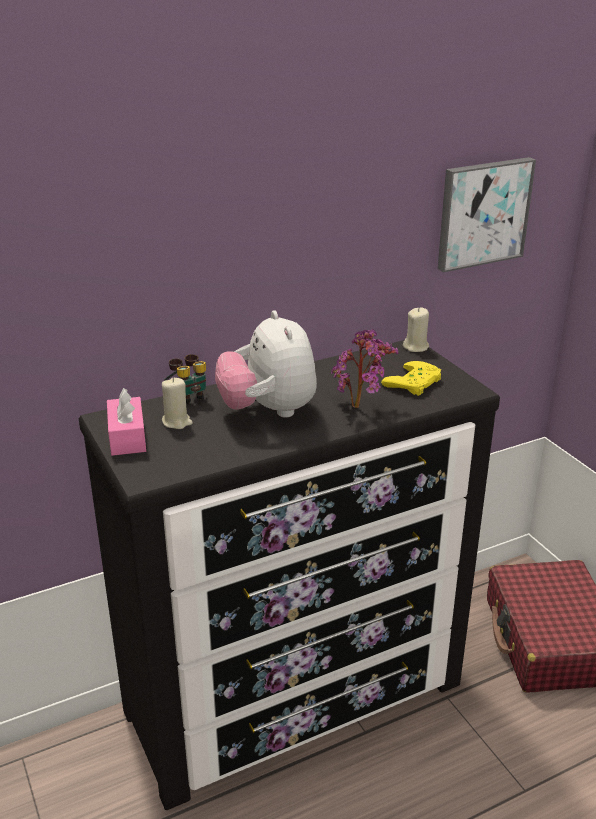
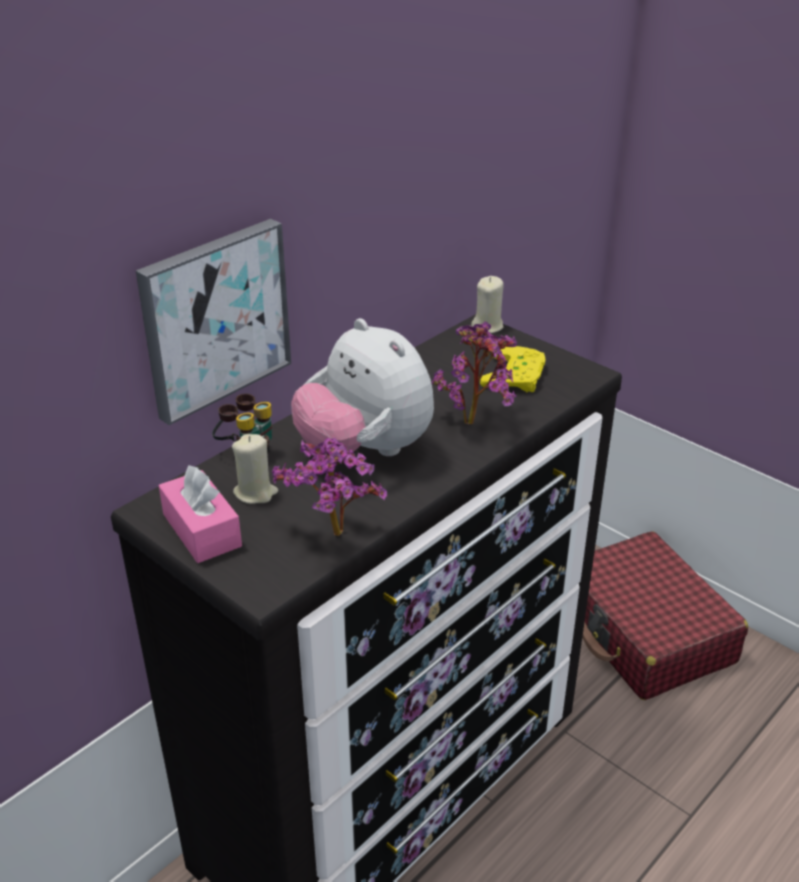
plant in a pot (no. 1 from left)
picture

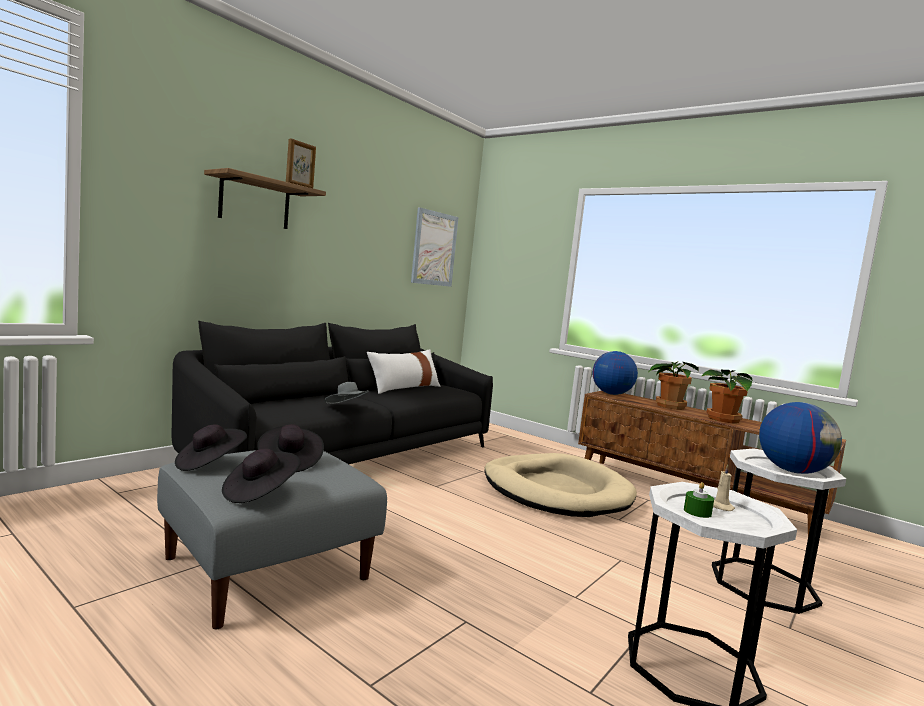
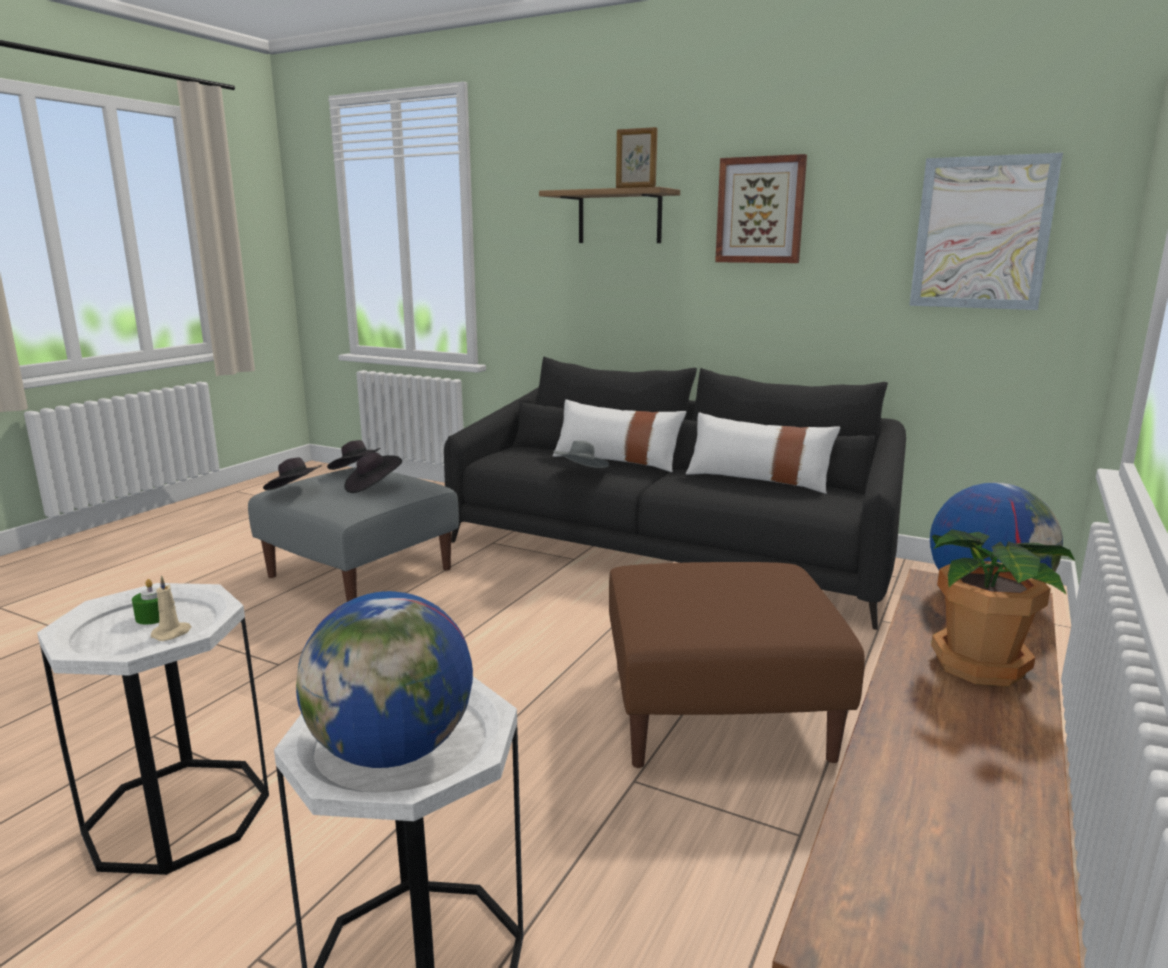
plant in a pot (no. 2 from left in the first image)
white throw pillow (no. 1 from left)
picture (no. 1 from left)
brown-coloured ottoman

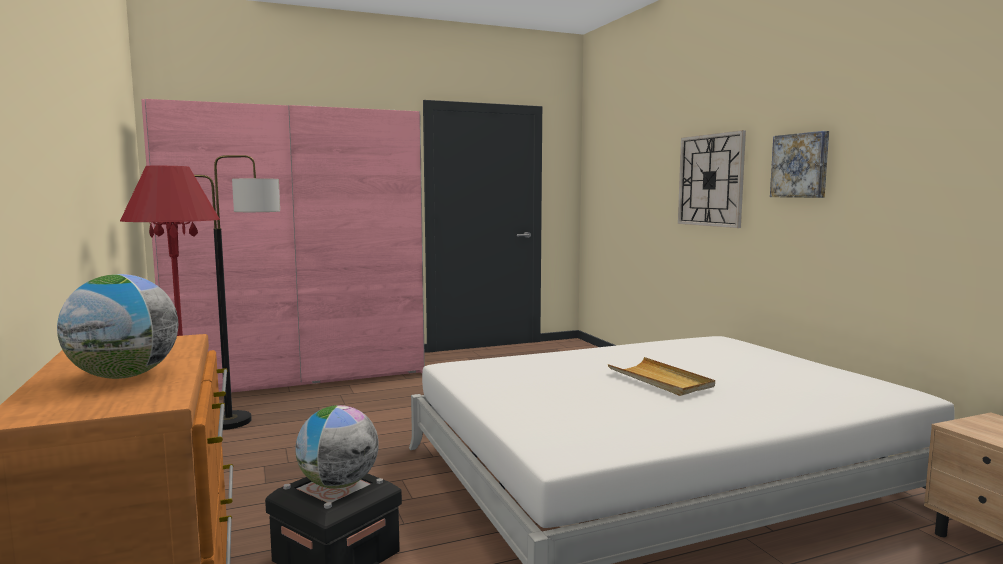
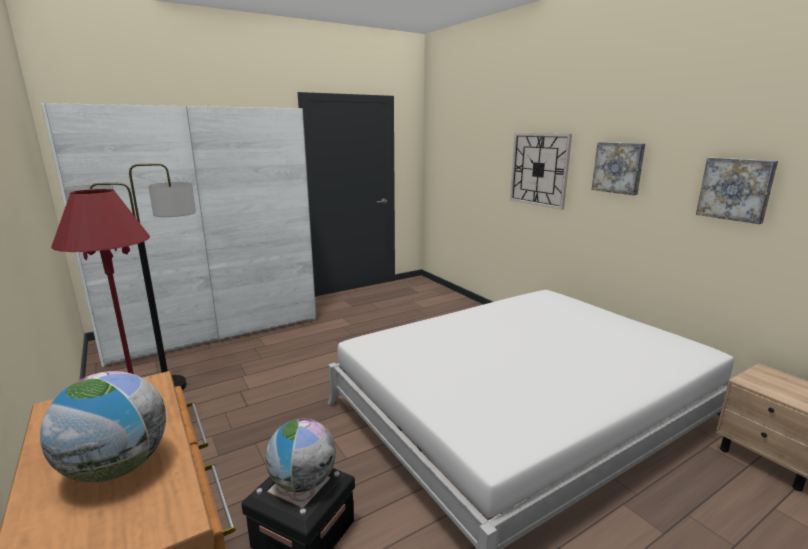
sand-coloured serving tray
picture (no. 2 from left)
white armoire

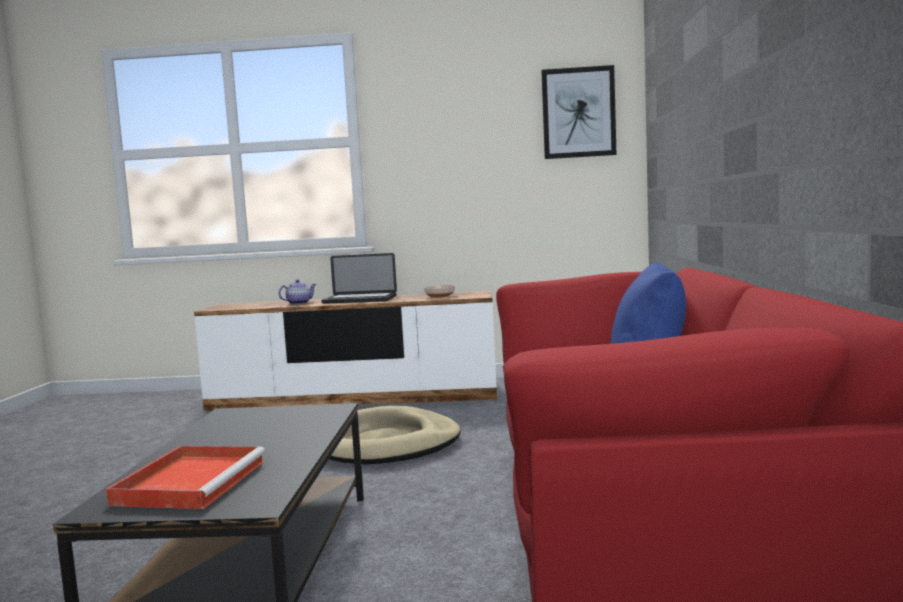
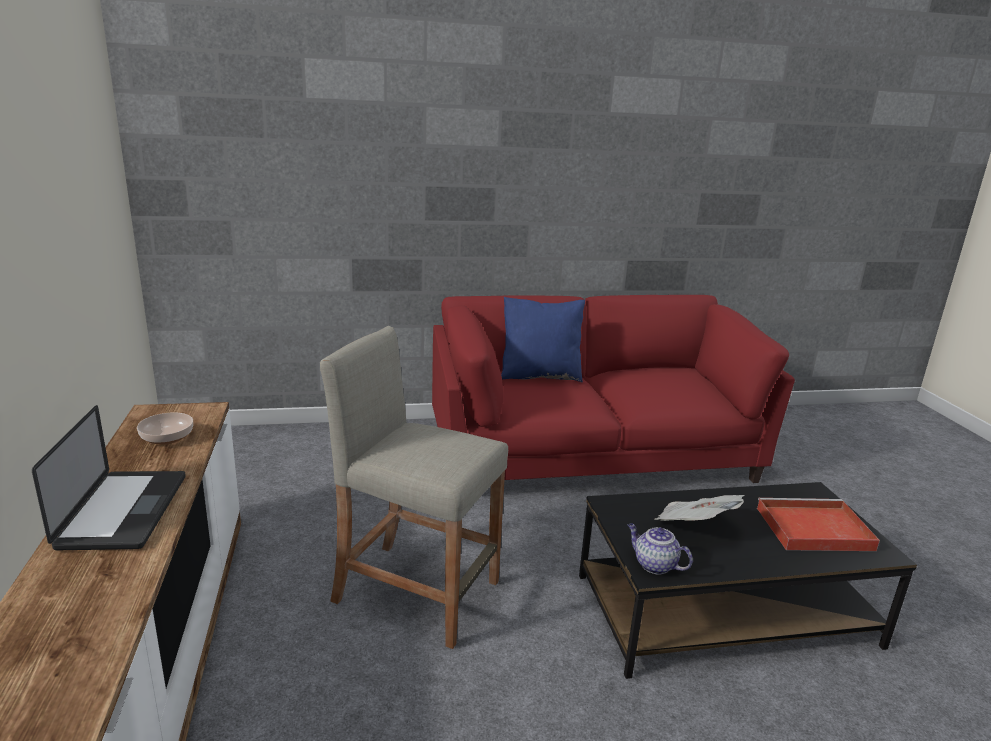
picture
daily paper
pot for tea
sand-coloured stool seat

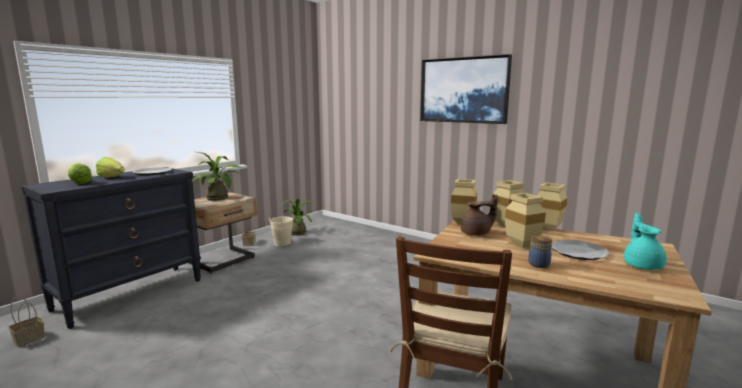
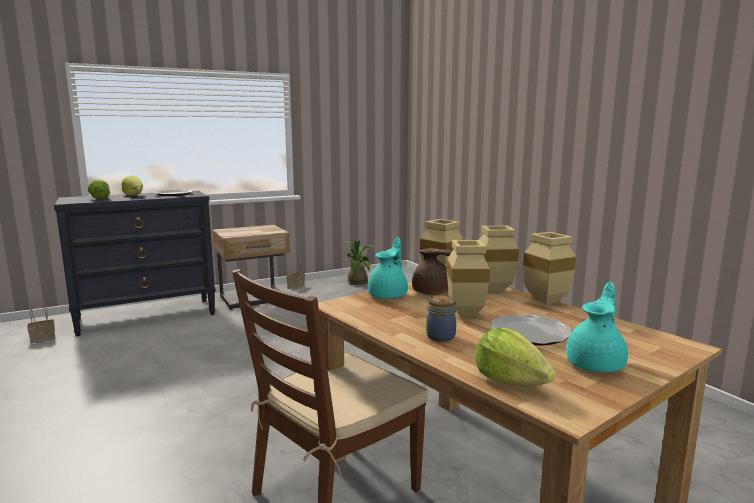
plant in a pot (no. 1 from left in the first image)
sand-coloured water bucket
picture
blue-green pot for tea (no. 1 from left)
lettuce (no. 3 from left)

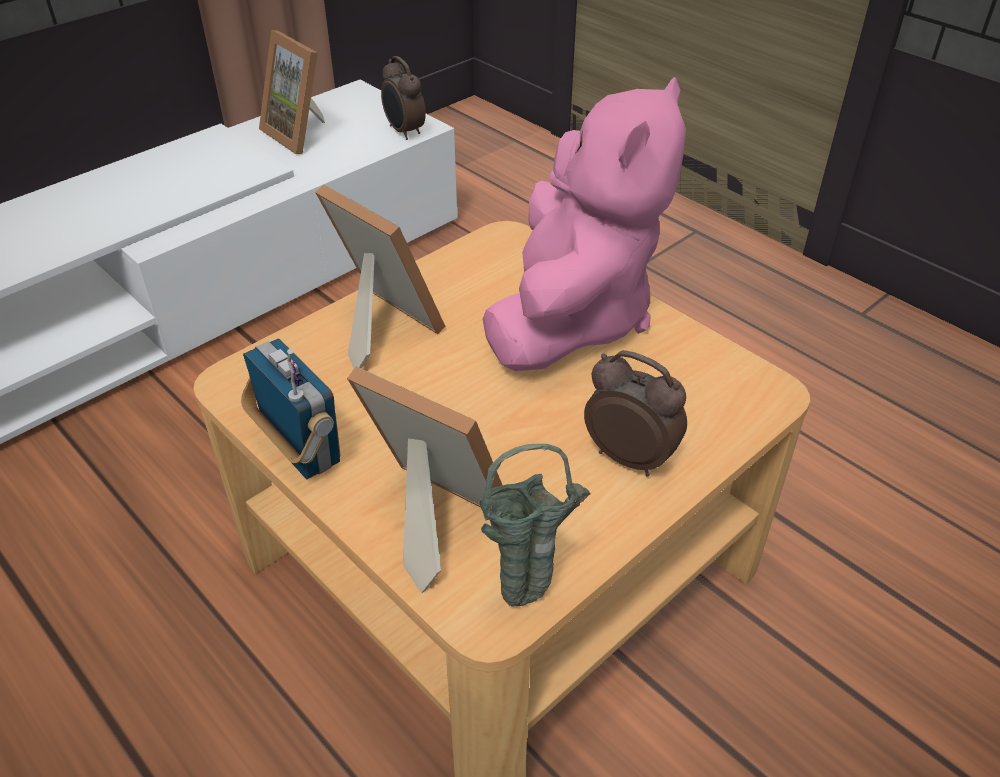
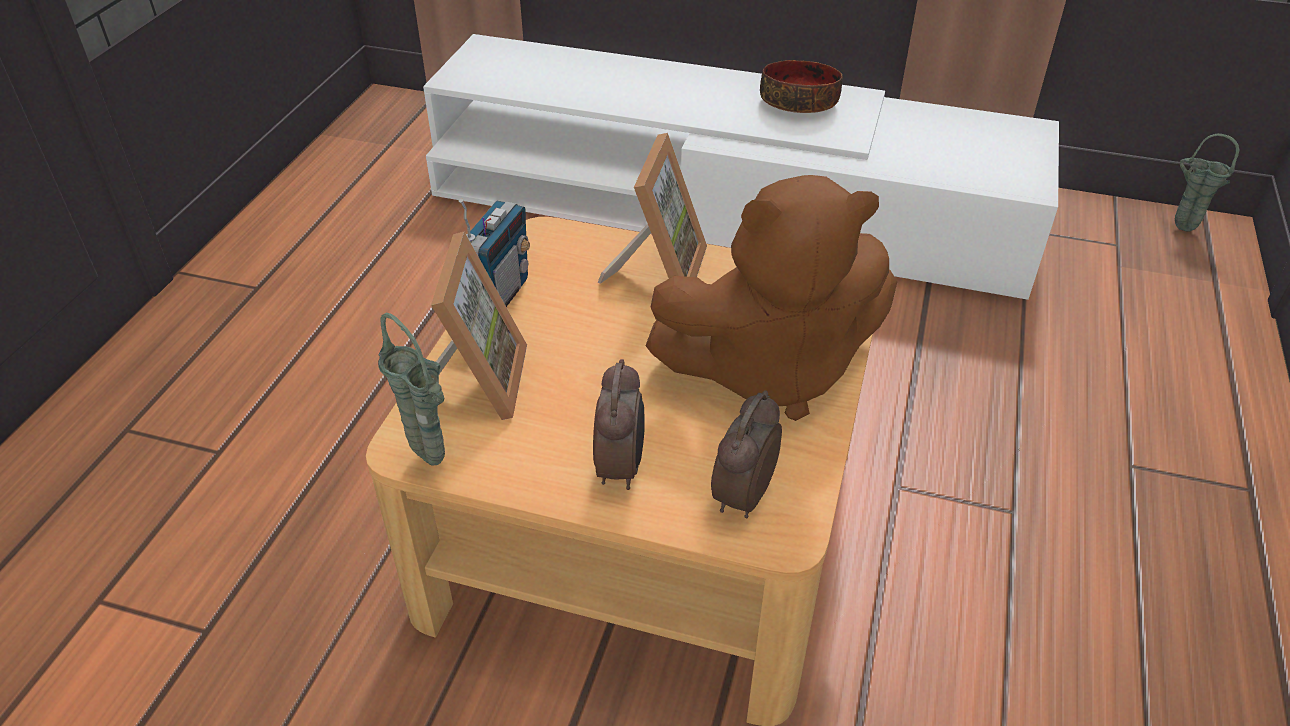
picture frame (no. 1 from left in the first image)
deep dish
green-coloured vase (no. 2 from left)
table clock (no. 2 from left)
brown-coloured soft toy

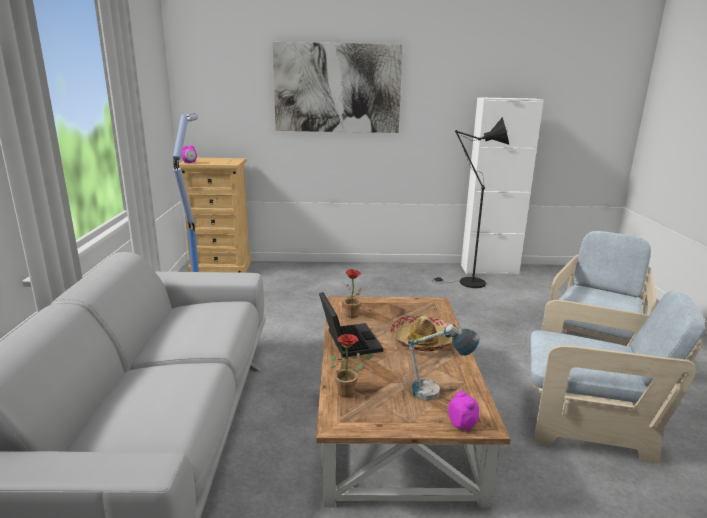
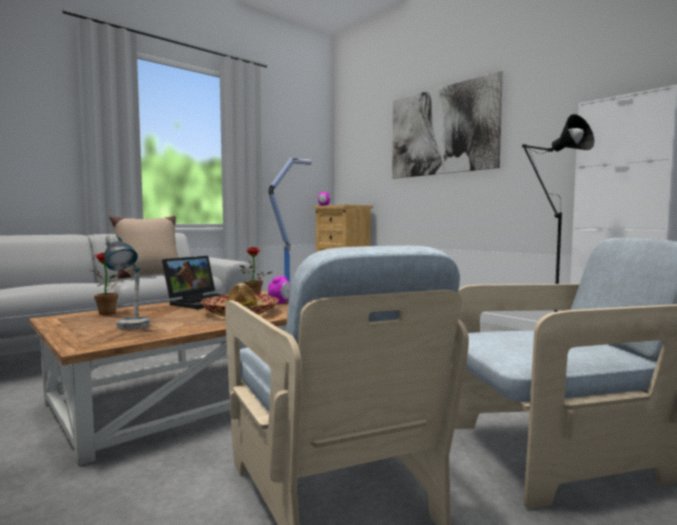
sand-coloured throw pillow
table clock (no. 1 from left)

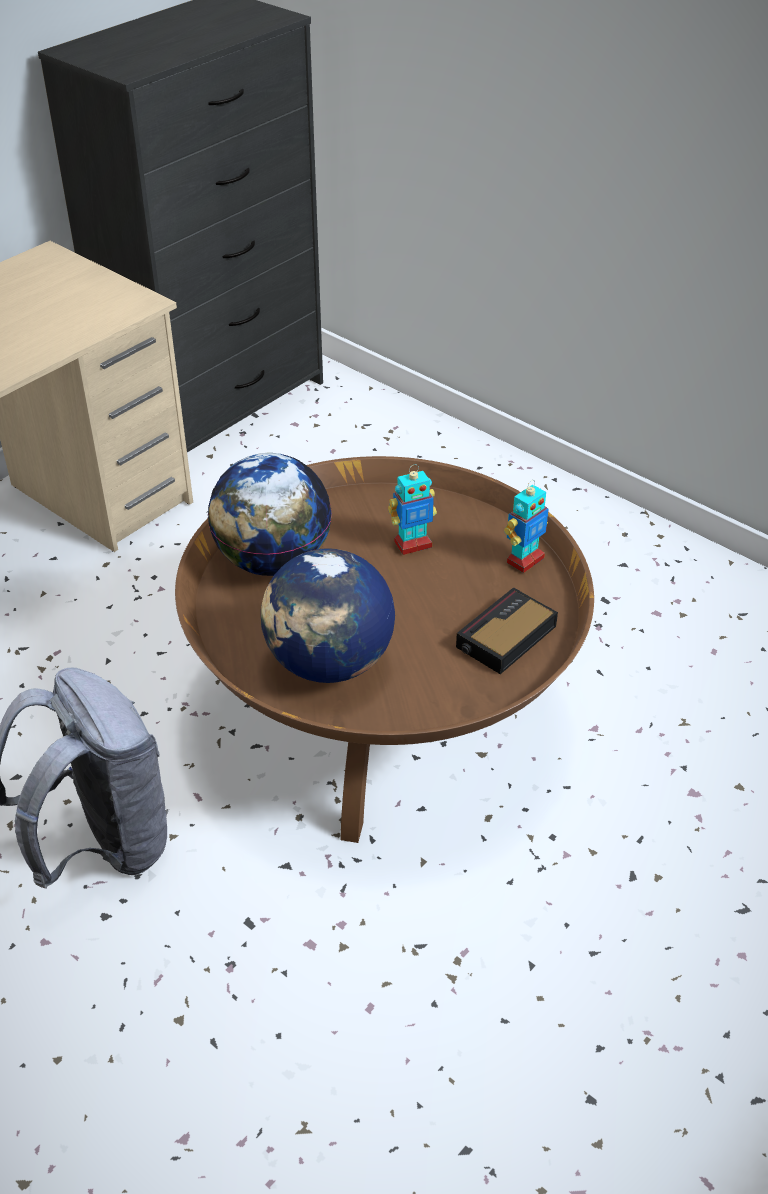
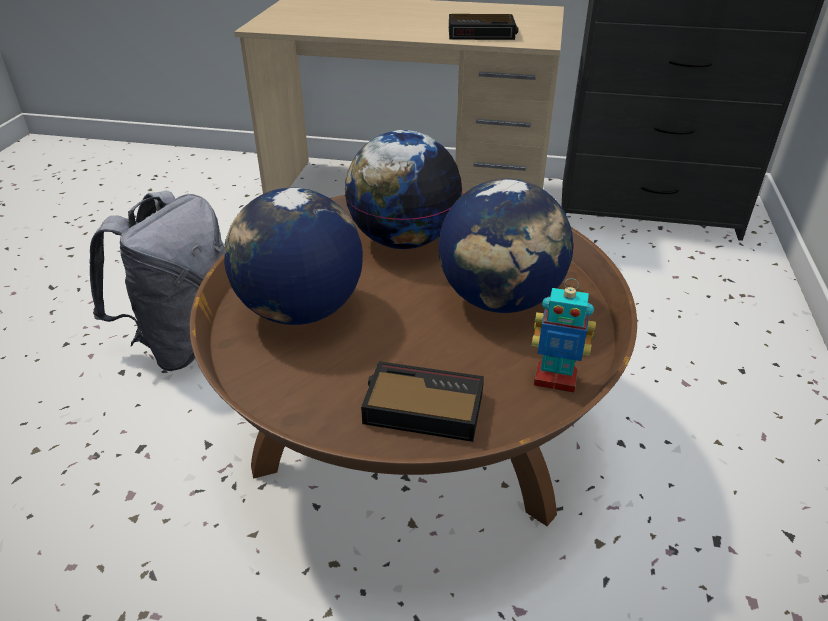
table clock (no. 2 from left)
globe (no. 3 from left)

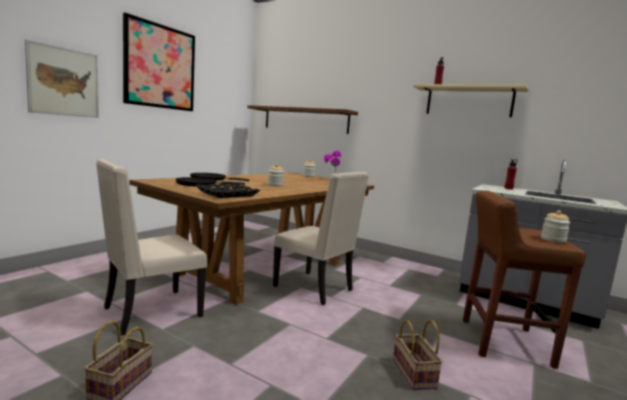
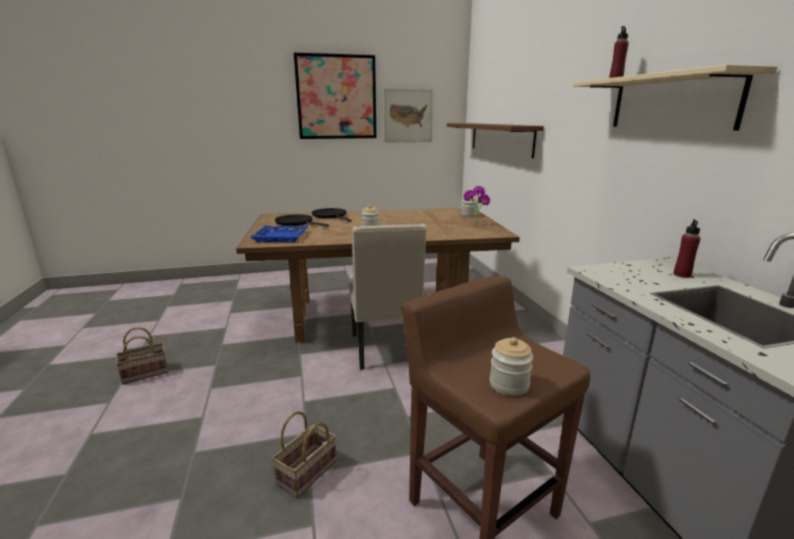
sand-coloured plain chair (no. 1 from left in the first image)
picture (no. 2 from left)
blue serving tray

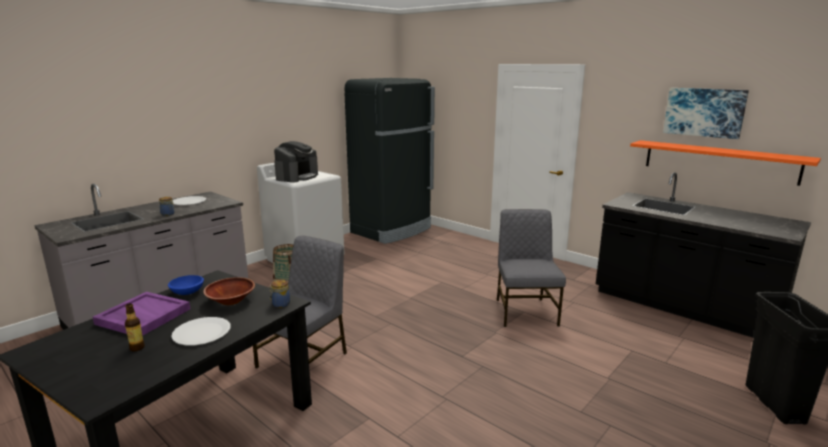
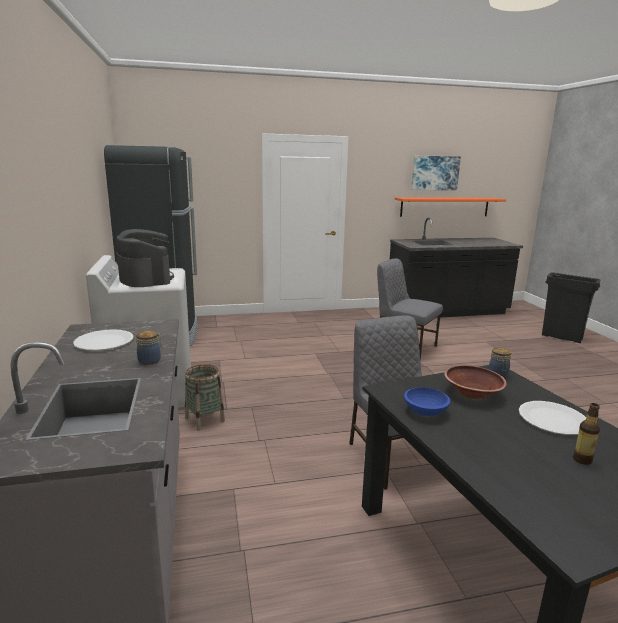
purplish serving tray

